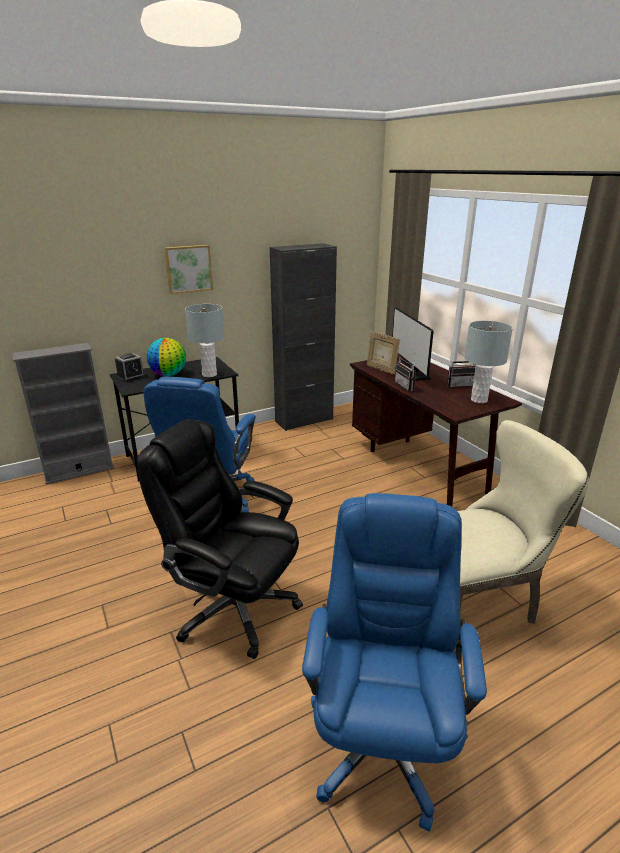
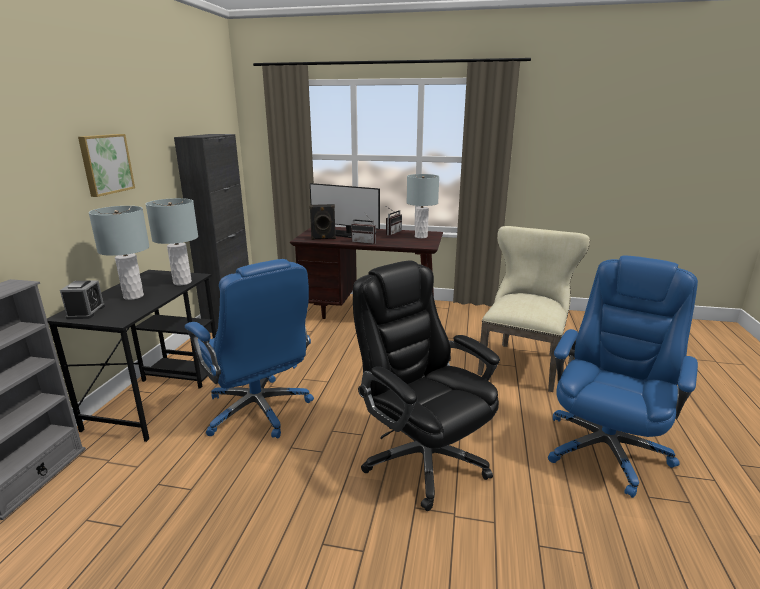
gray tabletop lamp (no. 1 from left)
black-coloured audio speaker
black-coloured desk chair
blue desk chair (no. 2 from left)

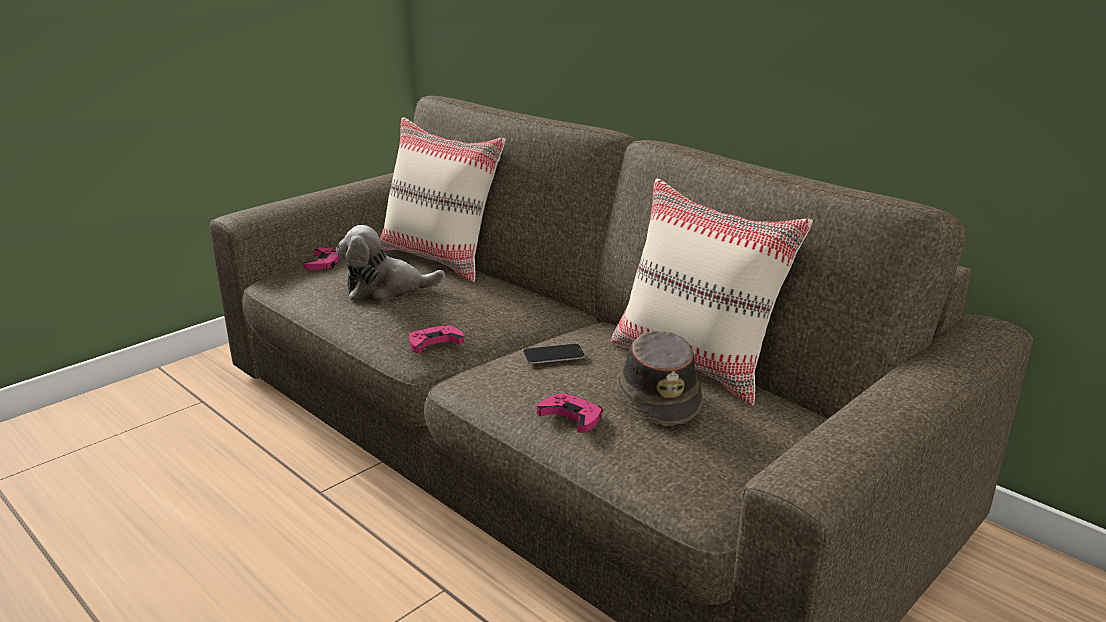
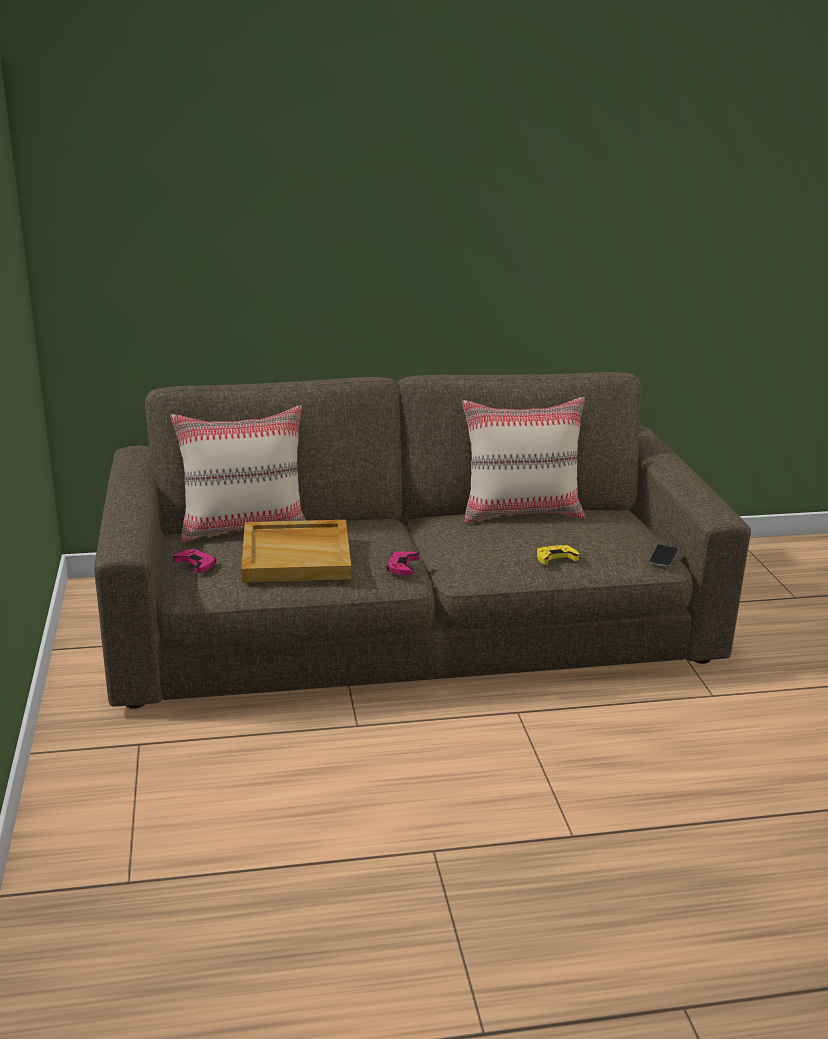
brown-coloured wearable hat
handset
sand-coloured serving tray
yellowish game controller

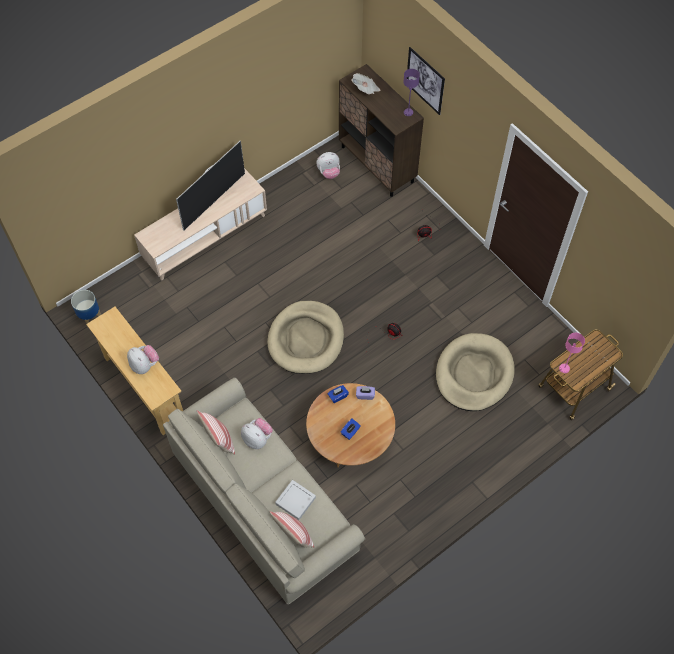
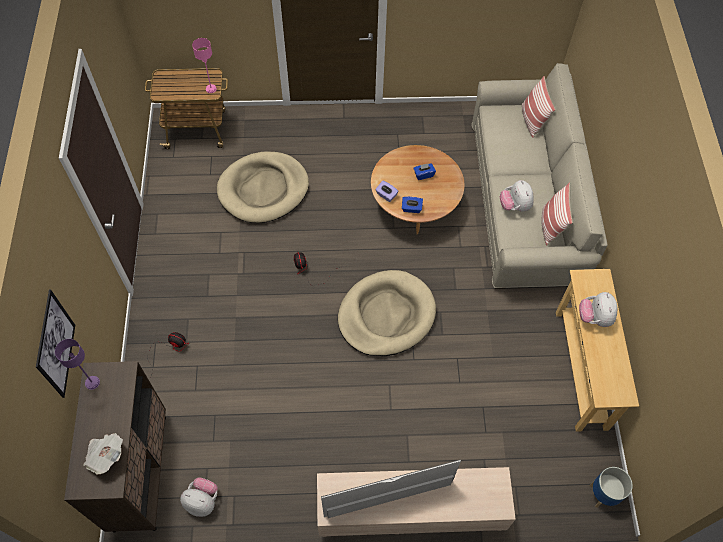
gray serving tray

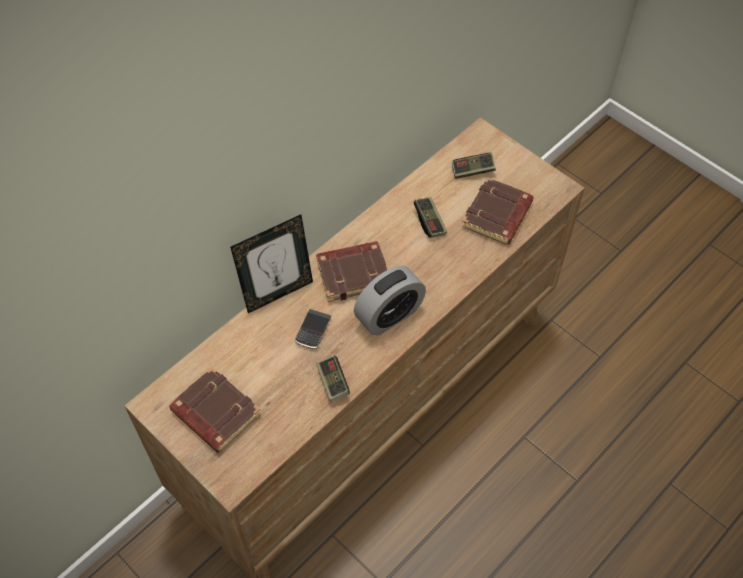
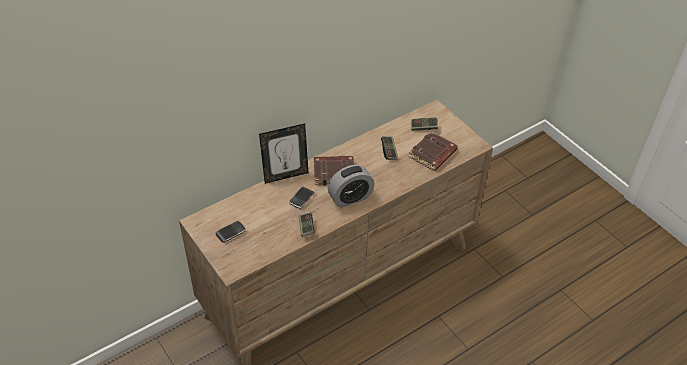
handset (no. 1 from left)

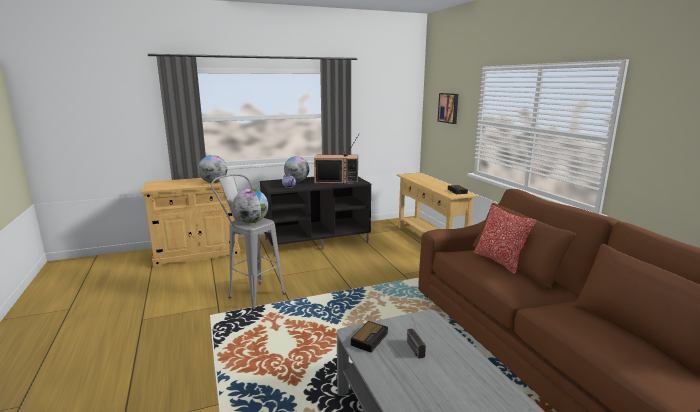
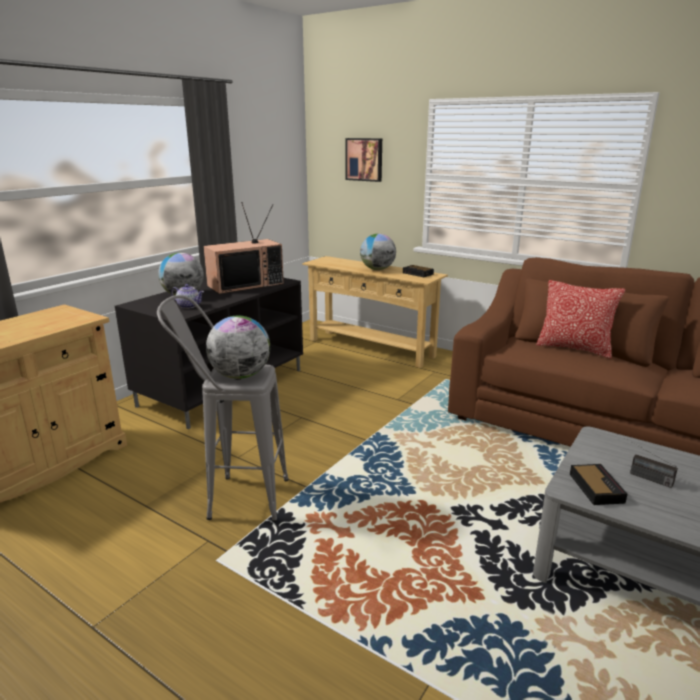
globe (no. 3 from left)

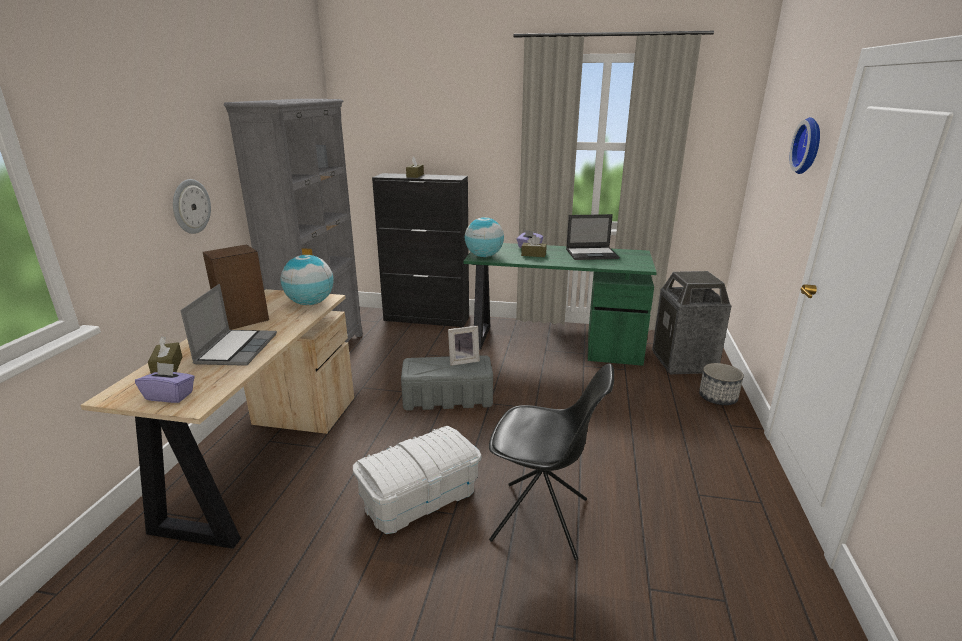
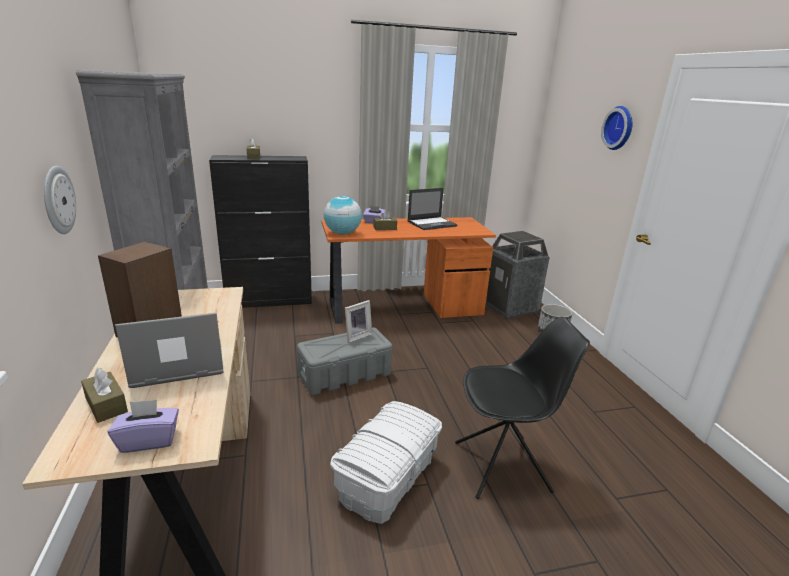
globe (no. 1 from left in the first image)
orange desk
notebook computer (no. 1 from left)

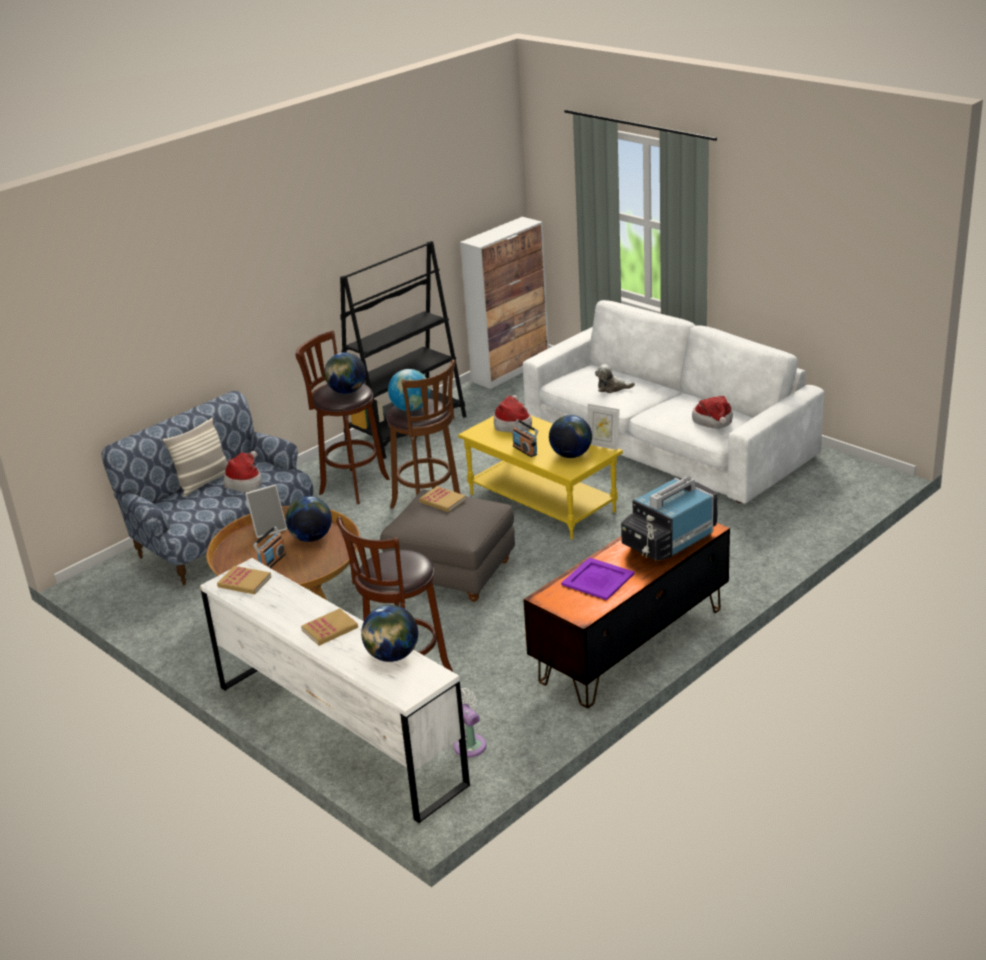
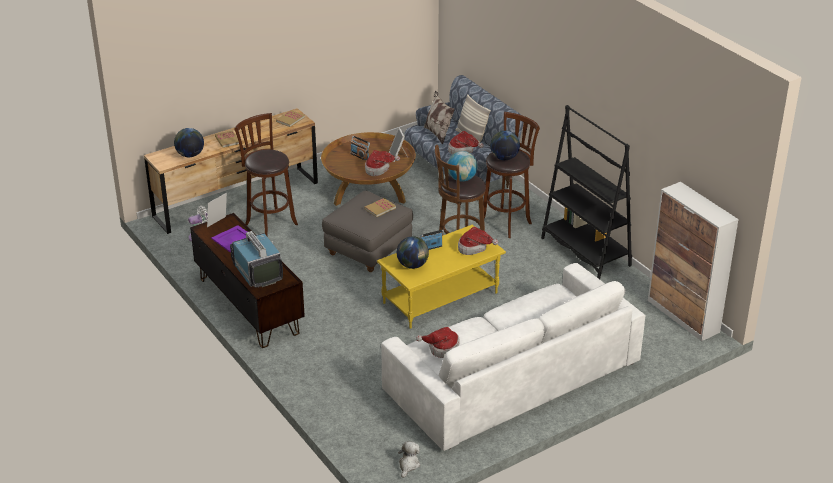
throw pillow (no. 1 from left)
picture frame (no. 1 from left)
soft toy
wearable hat (no. 1 from left)
brown-coloured chest of drawers

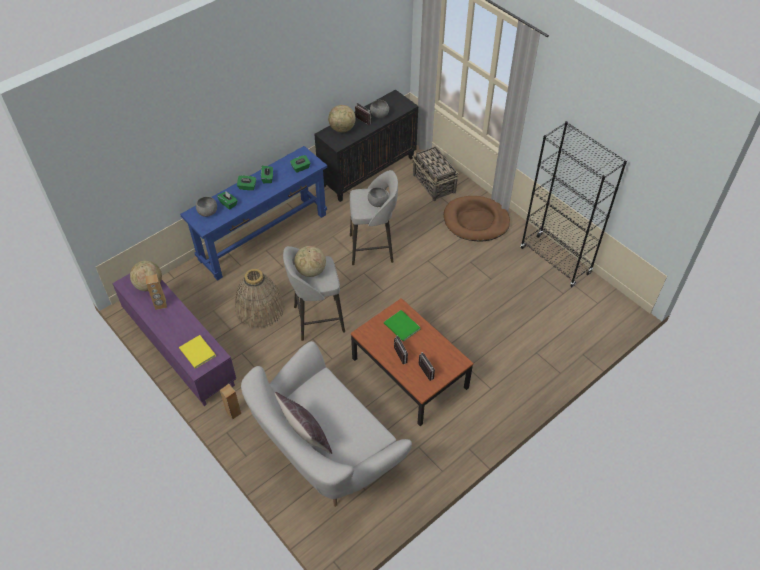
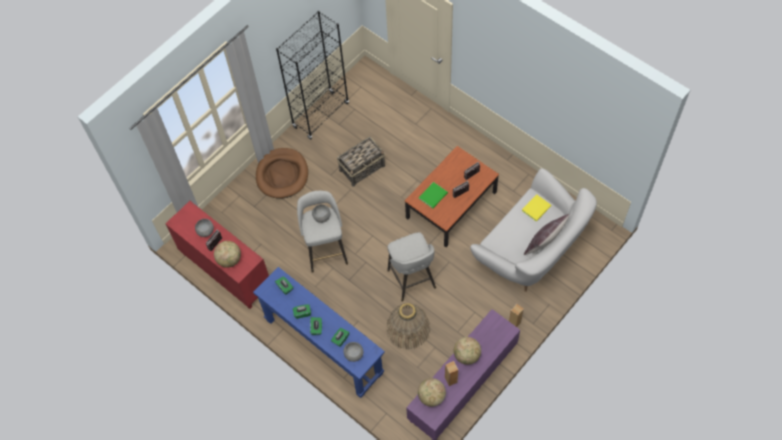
yellowish volume
globe (no. 3 from left)
household basket (no. 1 from left)
red-coloured cabinet

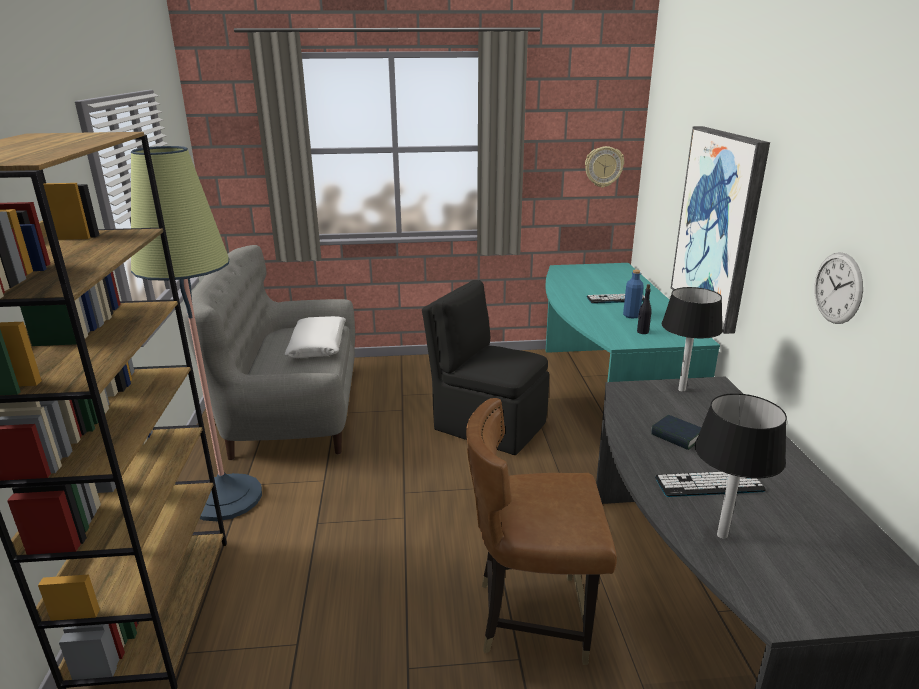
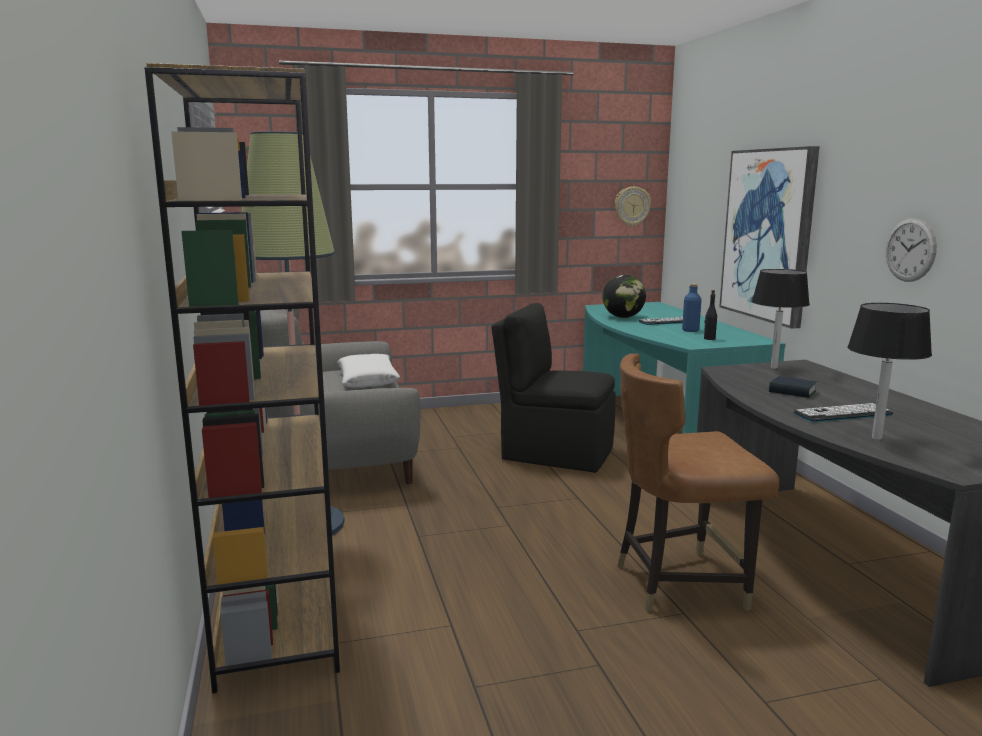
globe

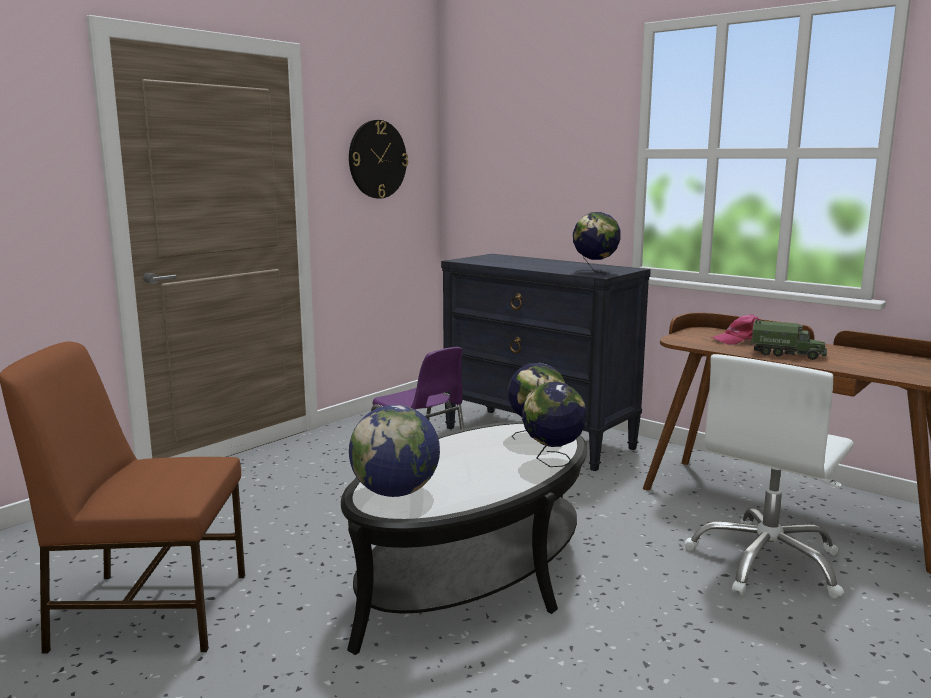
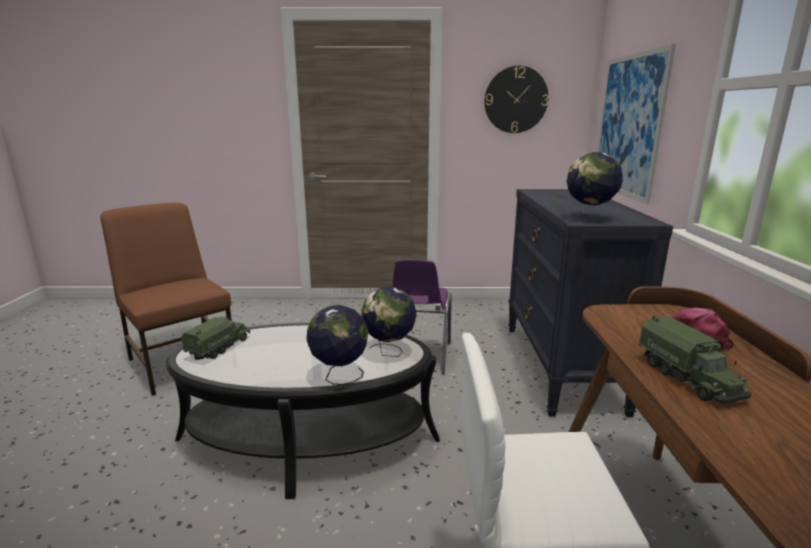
picture
model truck (no. 1 from left)

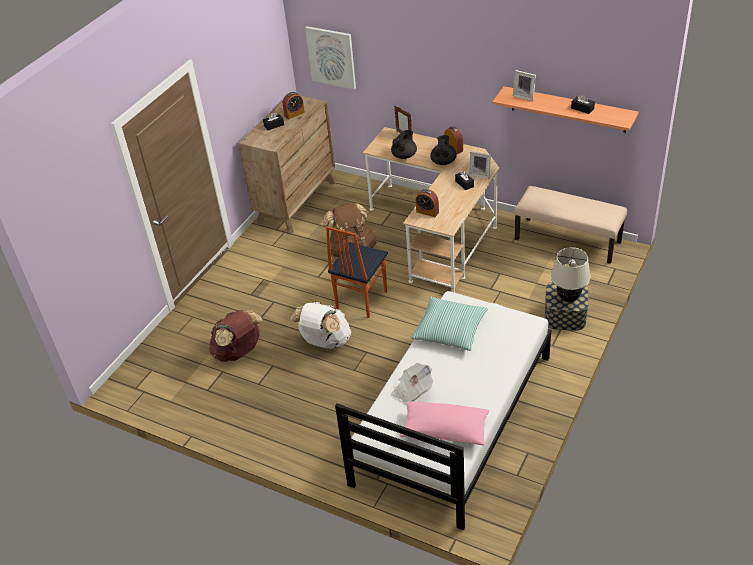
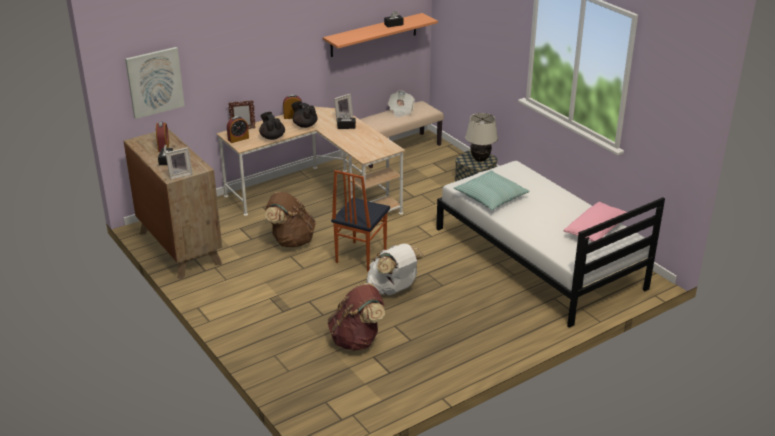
daily paper
table clock (no. 2 from left)
picture frame (no. 1 from left)
plain chair

